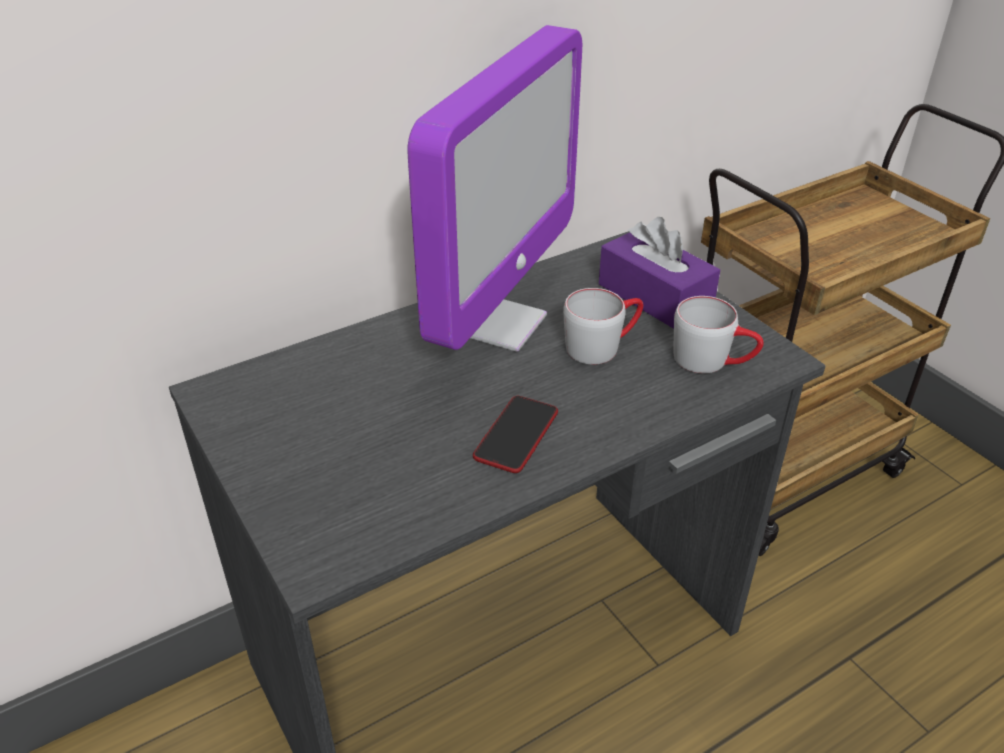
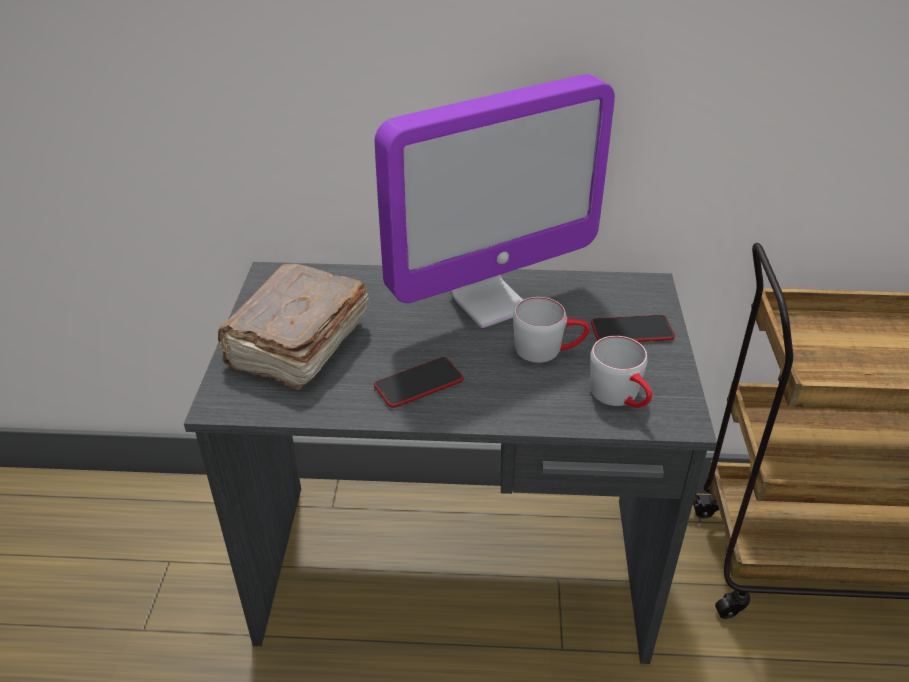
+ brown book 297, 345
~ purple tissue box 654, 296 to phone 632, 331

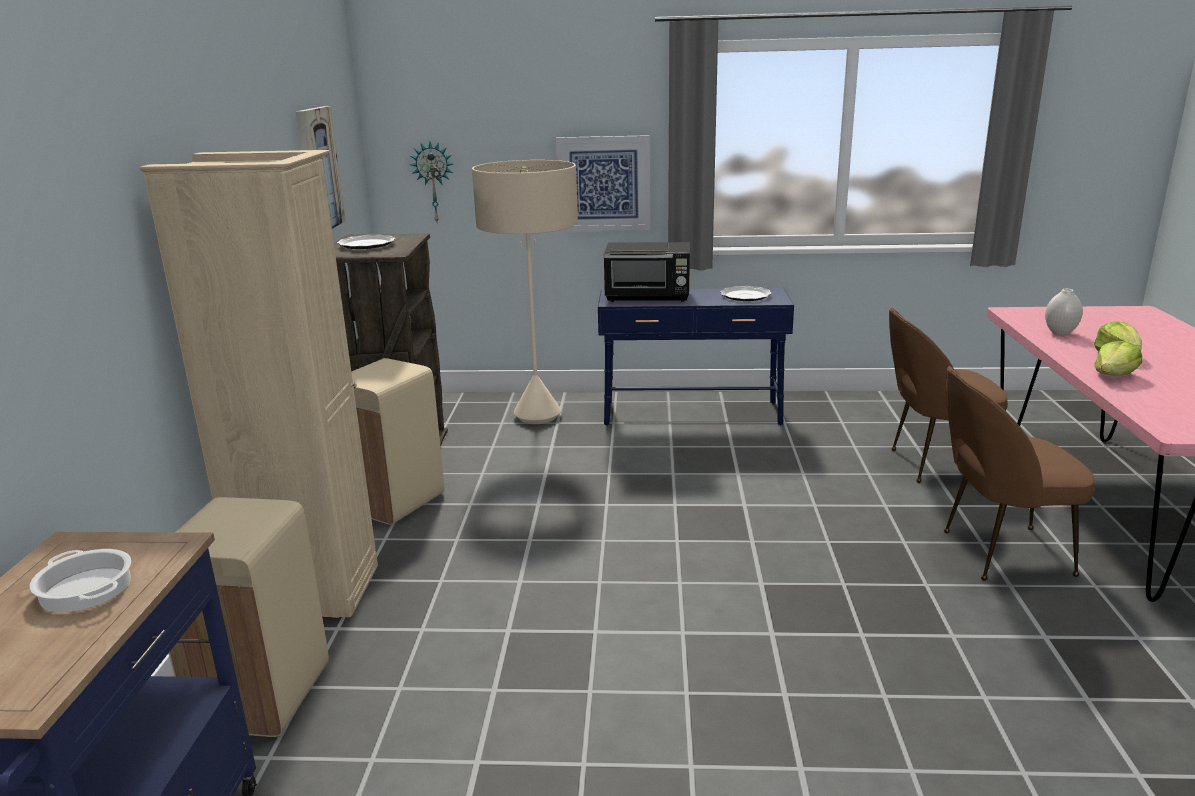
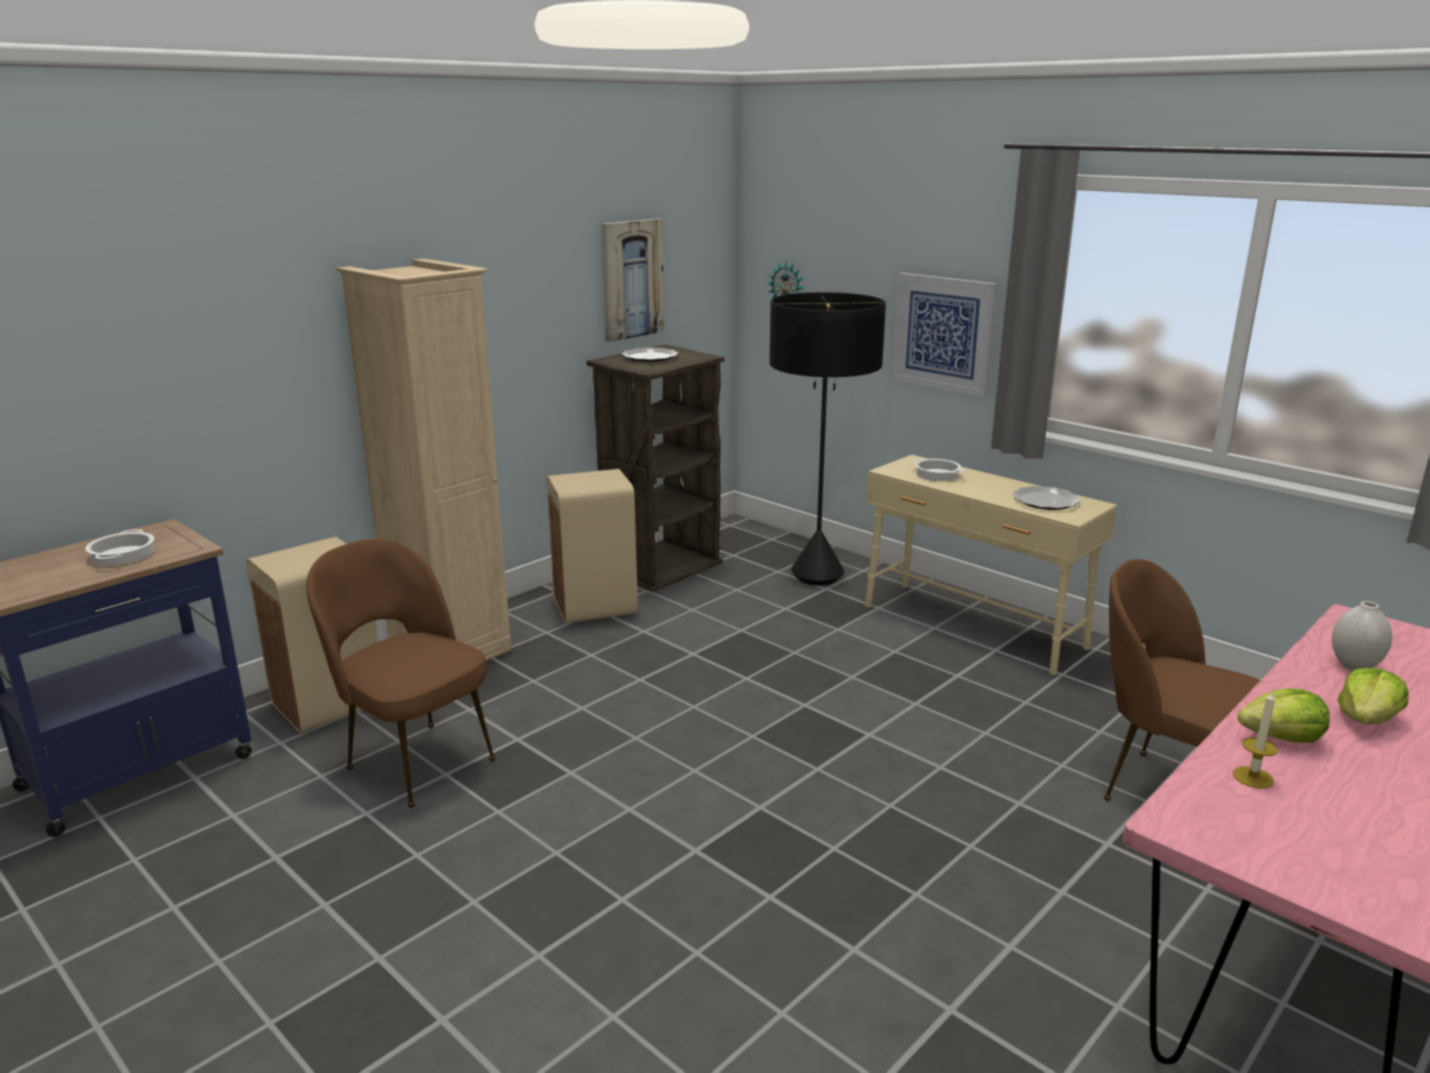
+ candle 1253, 777
~ brown chair 996, 553 to 414, 759
~ black microwave 648, 297 to cooking pot 938, 474
~ beige floor lamp 537, 417 to black floor lamp 817, 577
~ blue console table 692, 414 to beige console table 972, 628

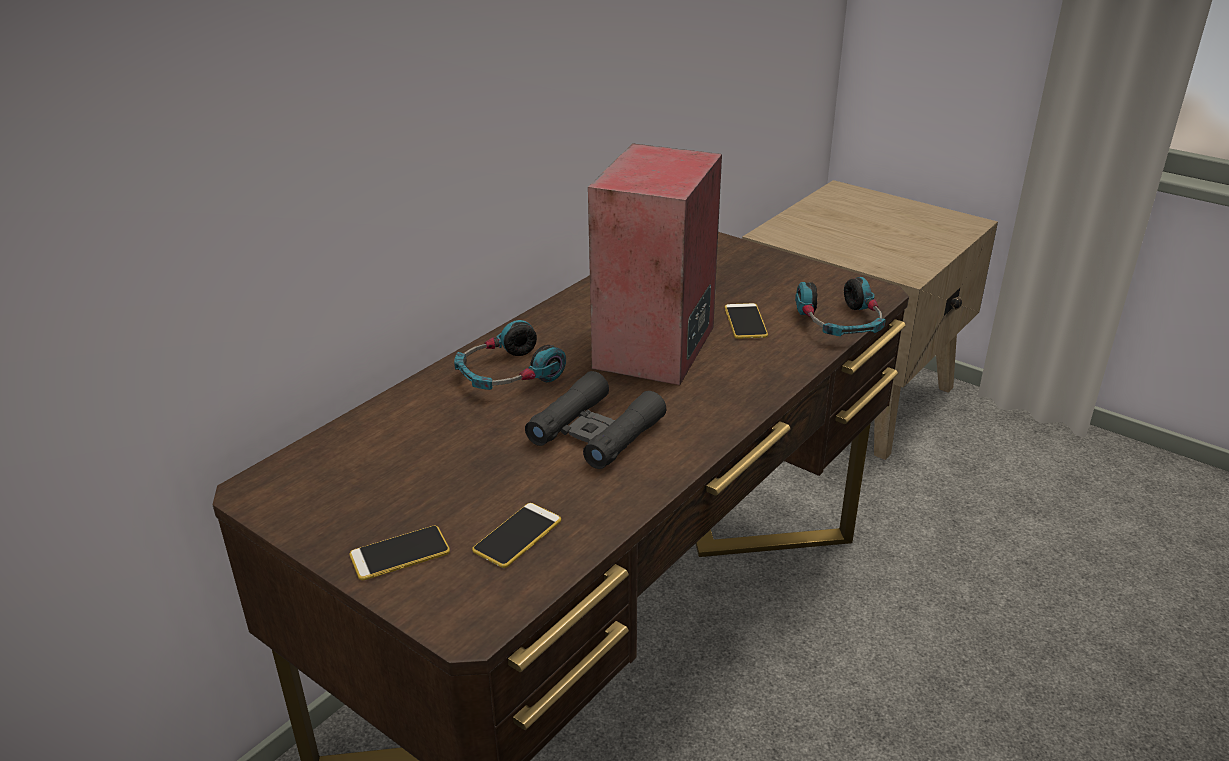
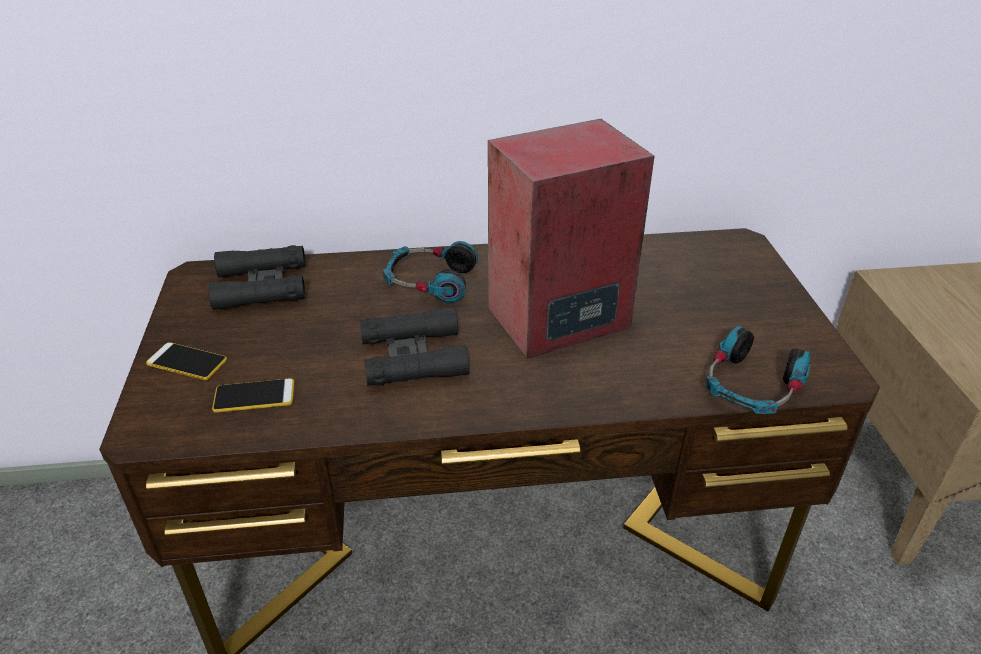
- phone 745, 322
+ black binoculars 261, 286

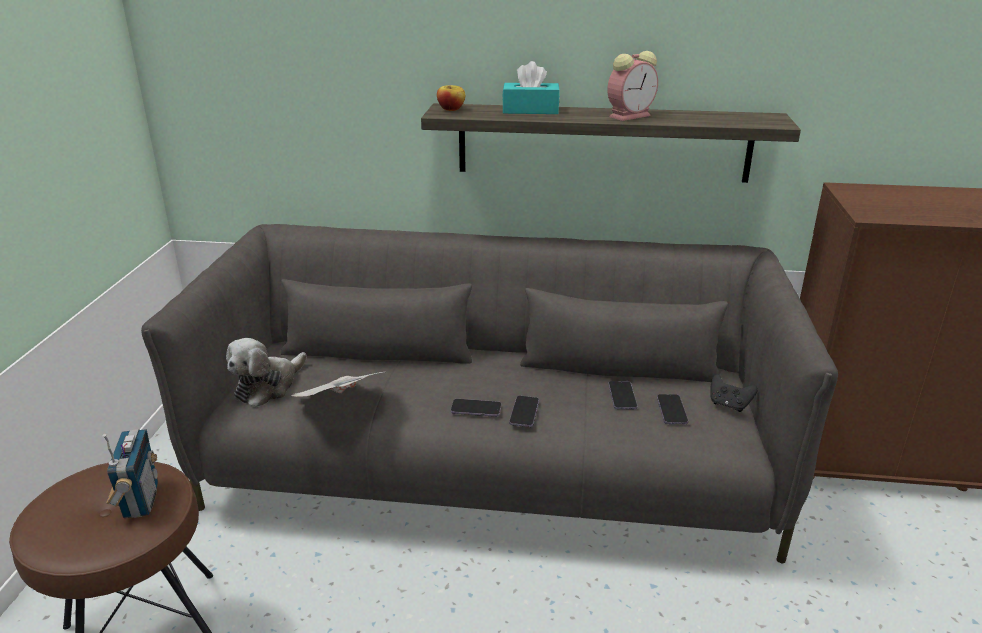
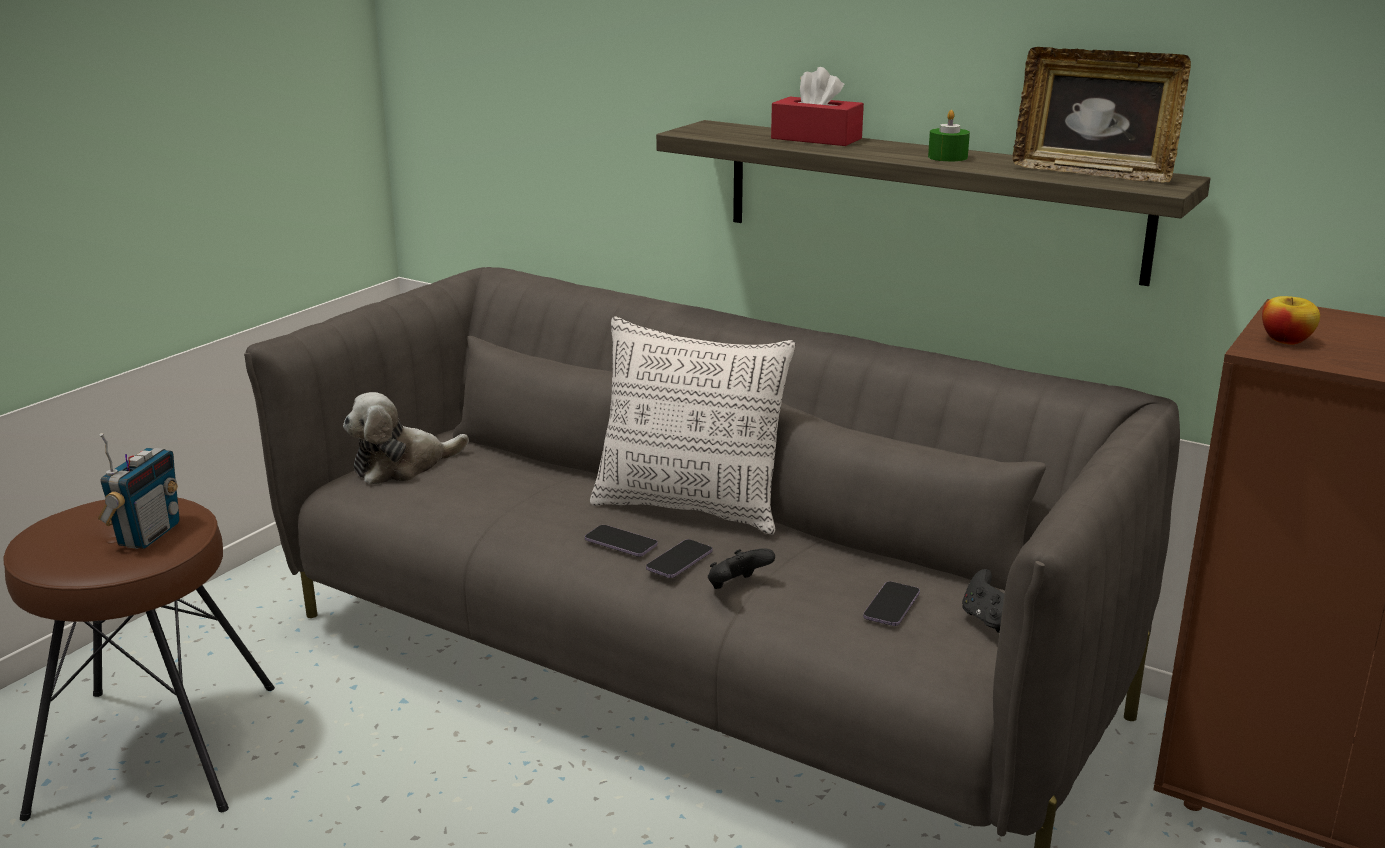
- newspaper 340, 406
- phone 622, 396
+ pillow 690, 508
+ black game controller 737, 587
+ picture frame 1093, 172
~ apple 451, 109 to 1286, 340
~ alarm clock 630, 116 to green candle 947, 157
~ turquoise tissue box 530, 110 to red tissue box 816, 138

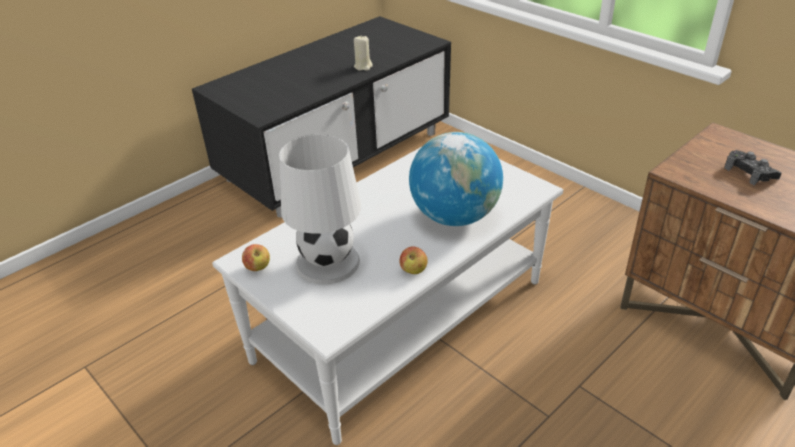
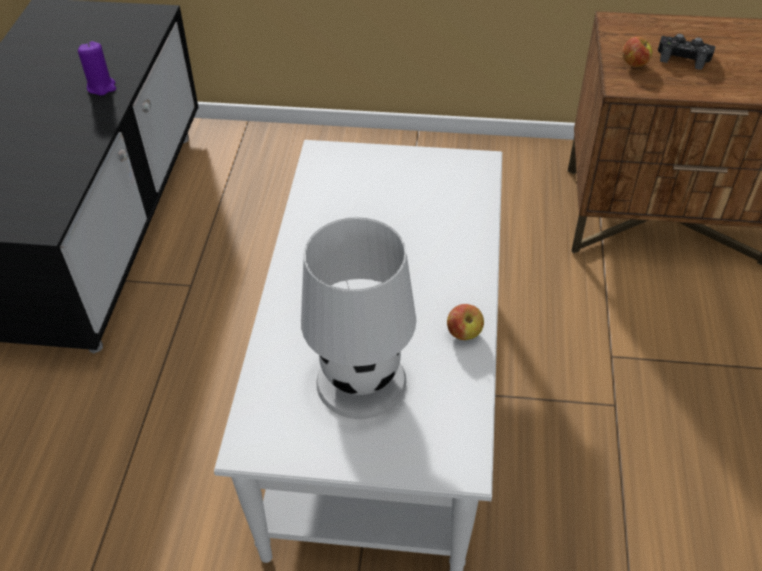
- globe 454, 216
~ apple 258, 267 to 634, 64
~ beige candle 363, 66 to purple candle 101, 87

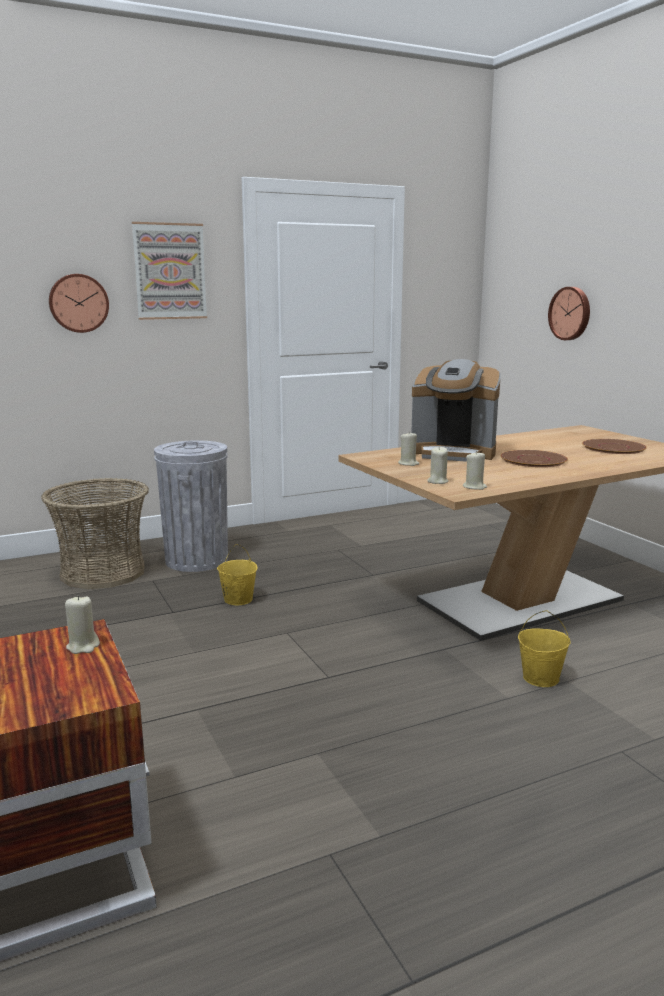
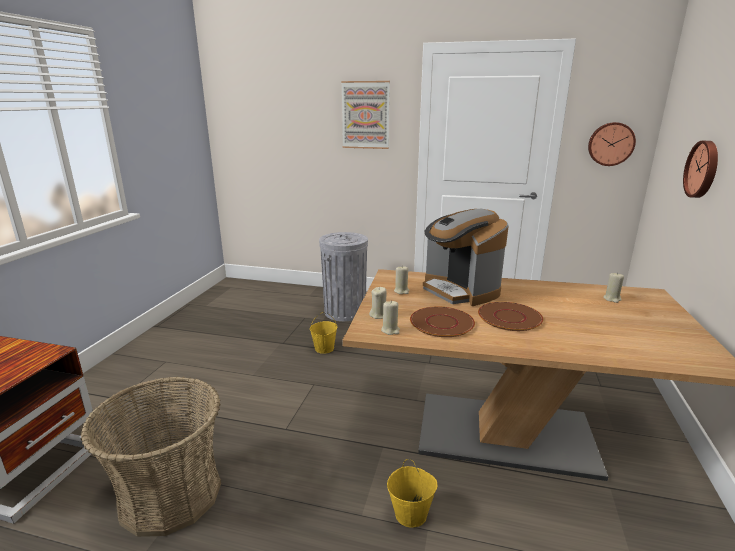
~ basket 103, 572 to 170, 494
~ wall clock 78, 303 to 610, 144
~ beige candle 83, 646 to 612, 299
~ brown plate 613, 448 to 441, 323

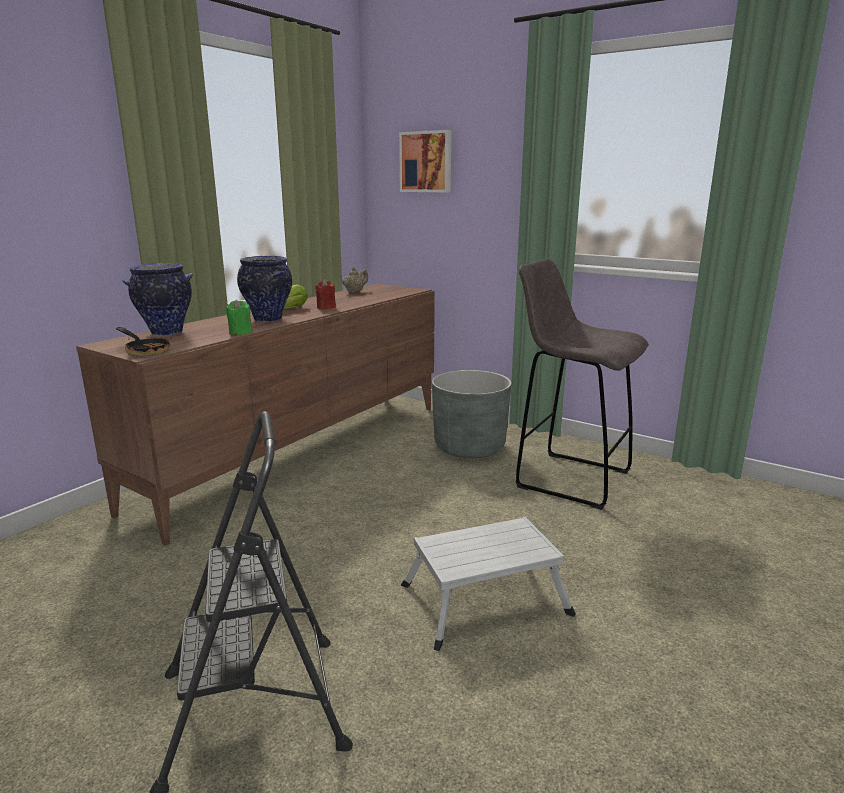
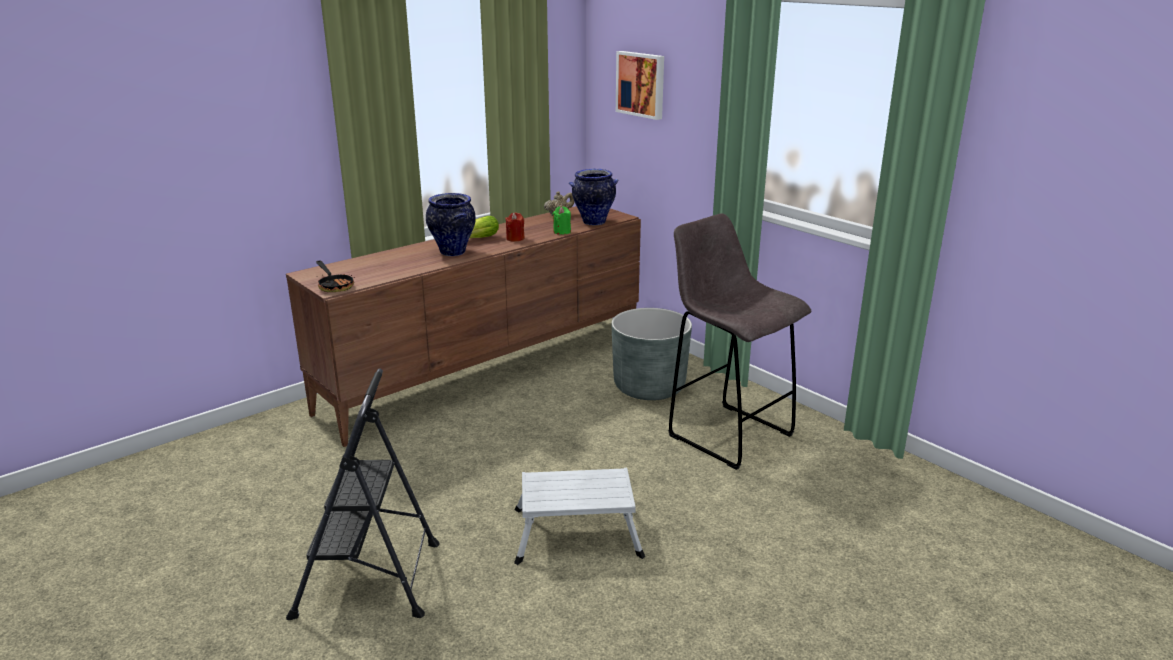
~ vase 166, 333 to 593, 222
~ green candle 240, 333 to 562, 232

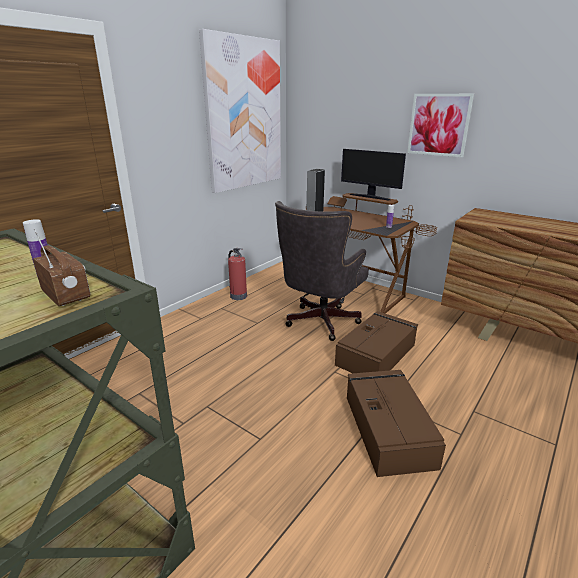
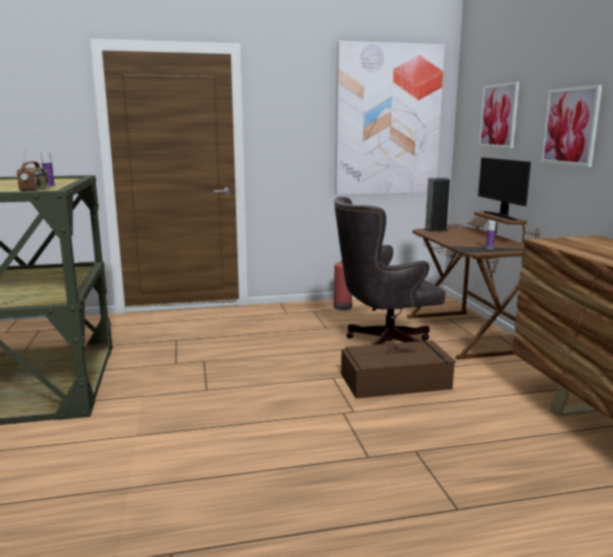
- brown storage box 387, 428
+ picture 499, 116

